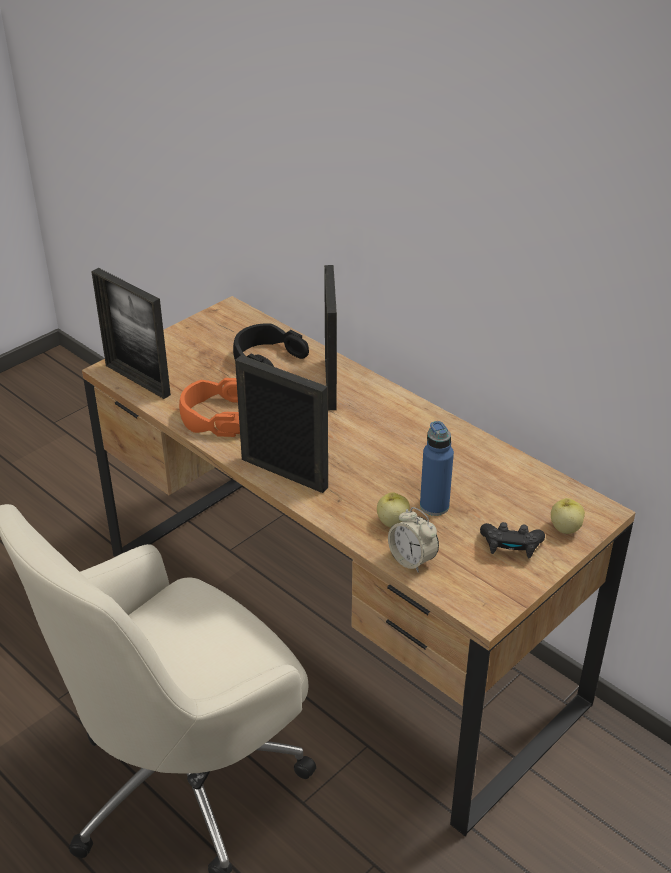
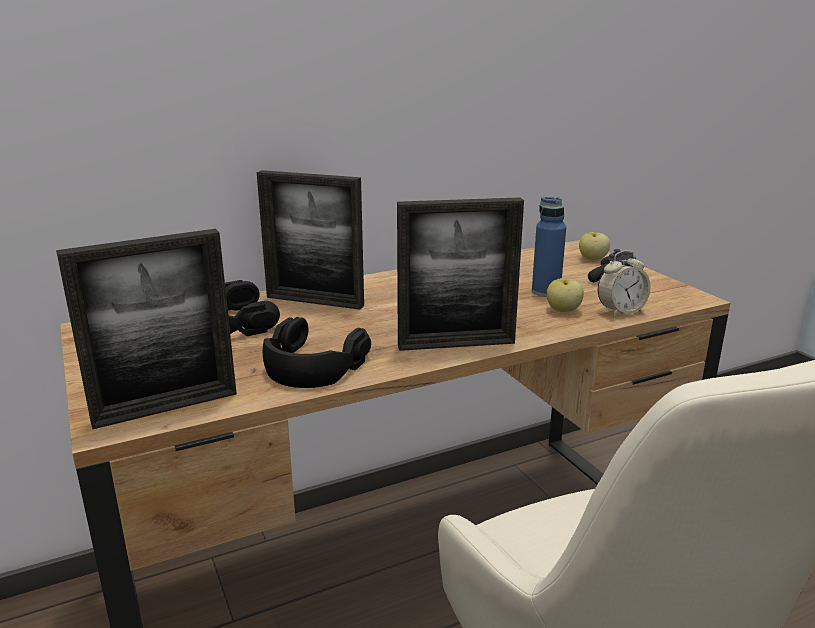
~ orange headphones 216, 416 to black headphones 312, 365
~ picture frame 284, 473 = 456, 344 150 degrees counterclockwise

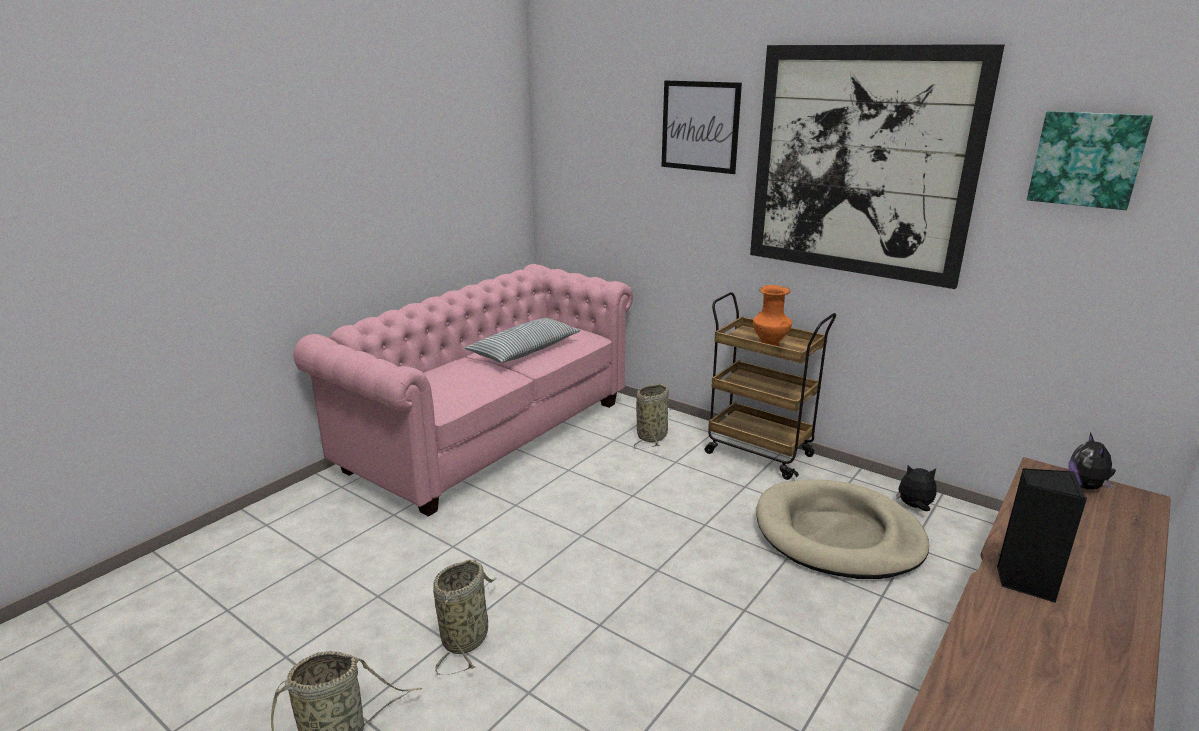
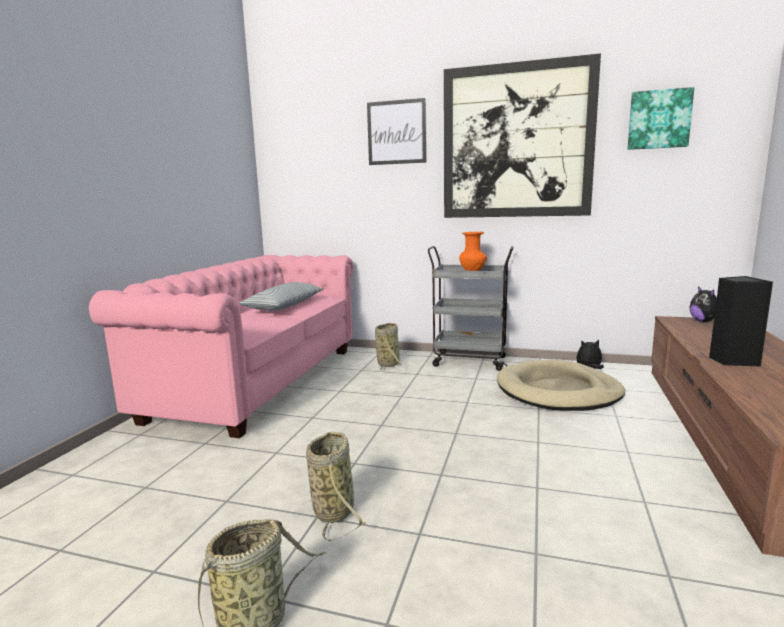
~ brown cart 759, 454 to grey cart 470, 361

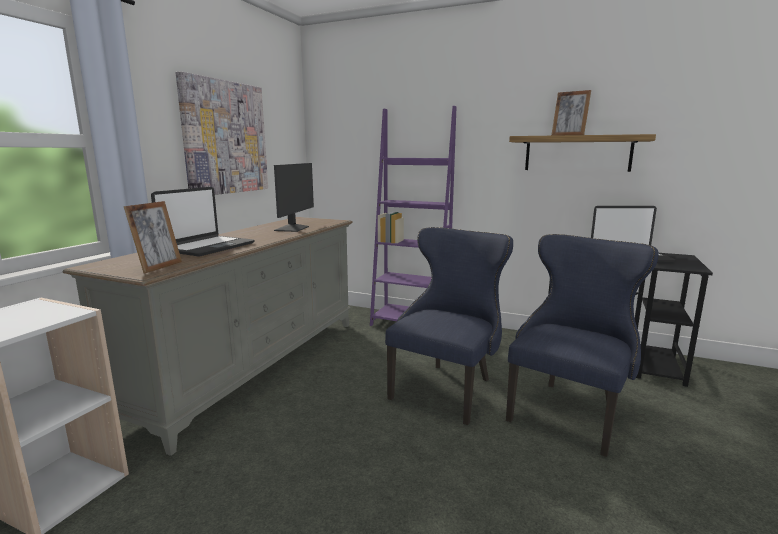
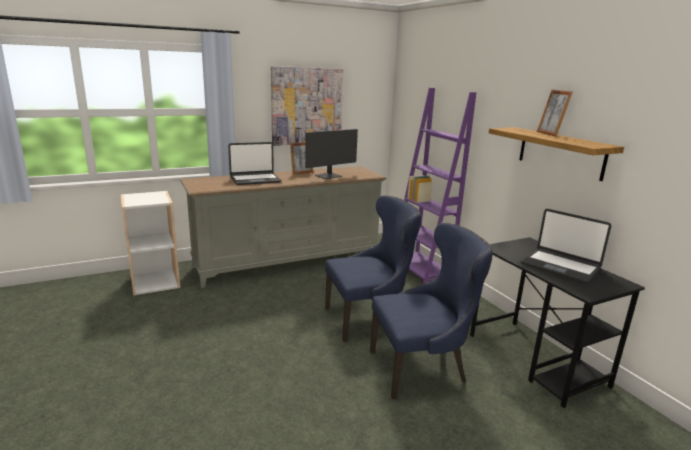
~ picture frame 158, 267 to 301, 172

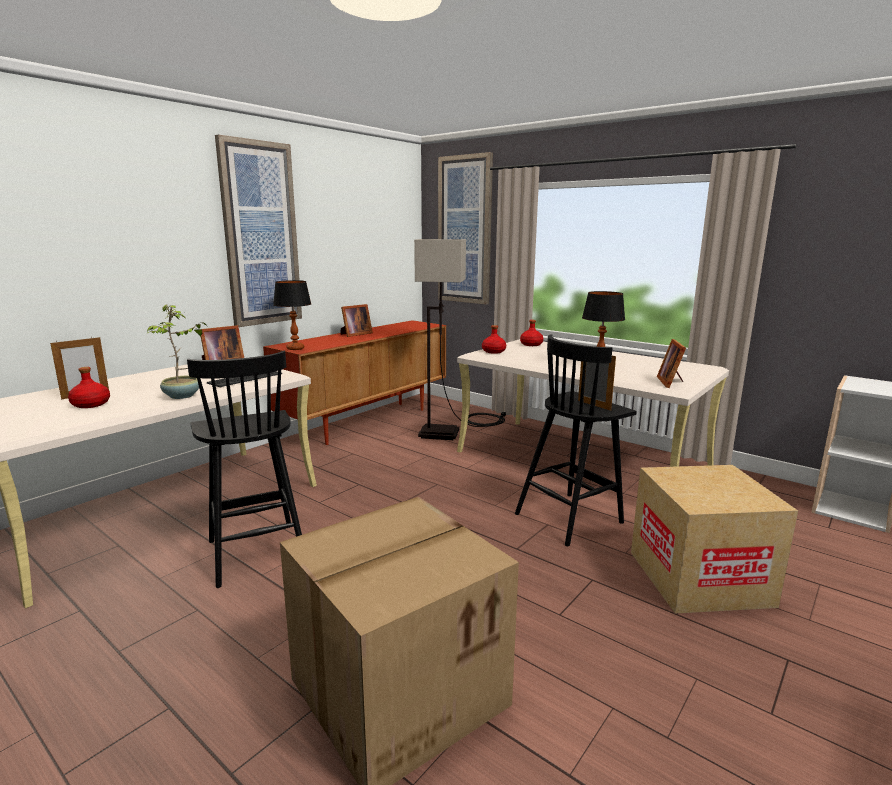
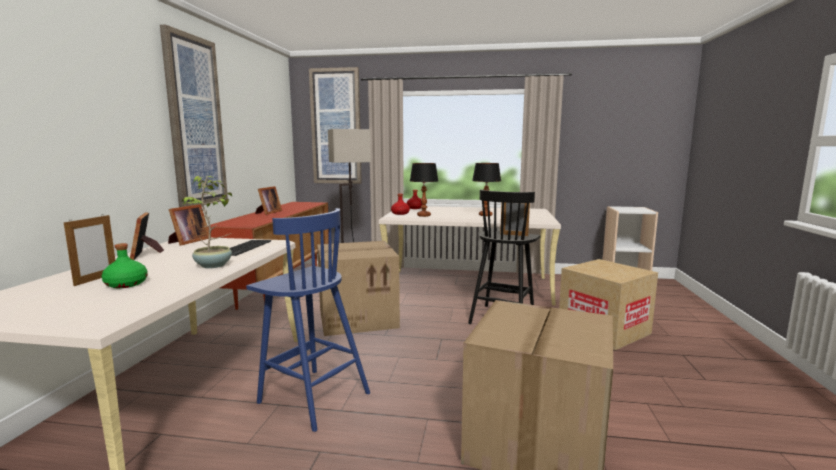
+ cardboard box 358, 317
~ table lamp 295, 348 to 424, 215
~ picture frame 671, 382 to 146, 255
~ red bottle 90, 404 to green bottle 125, 284
~ black stool 256, 550 to blue stool 311, 396

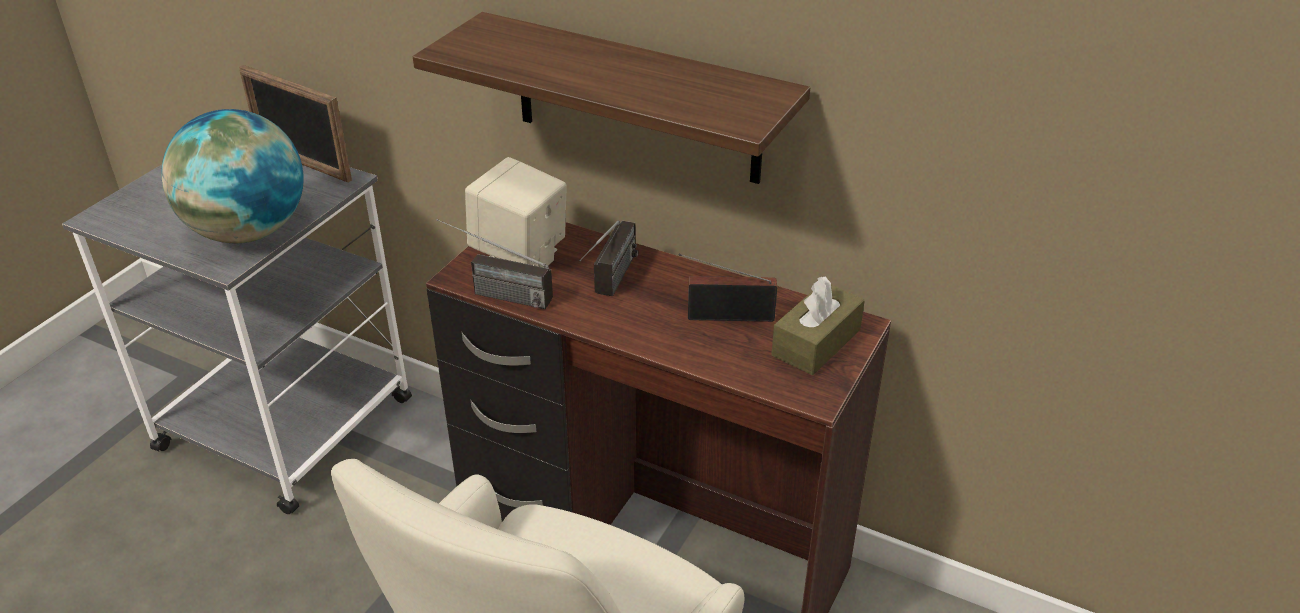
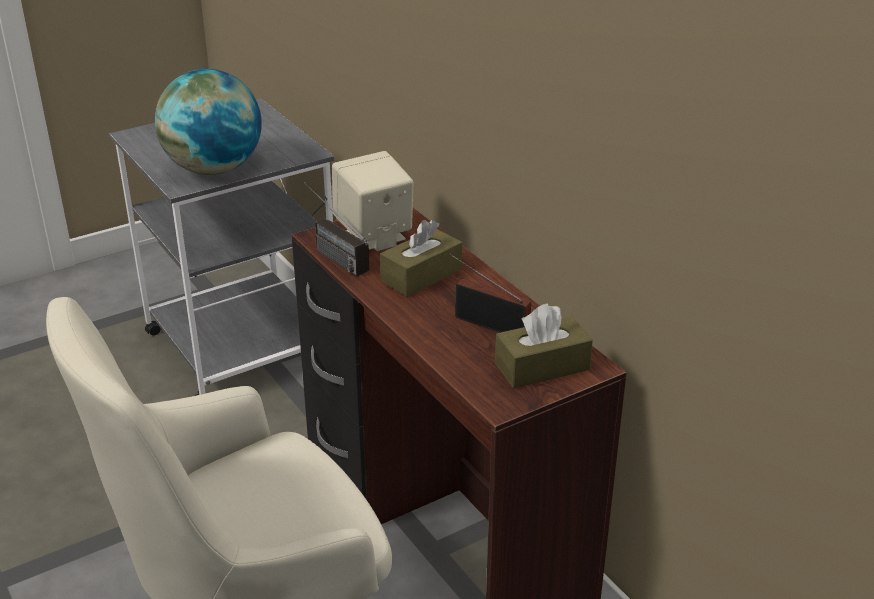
- picture frame 303, 164
- shelf 637, 99
~ radio 611, 285 to brown tissue box 421, 275

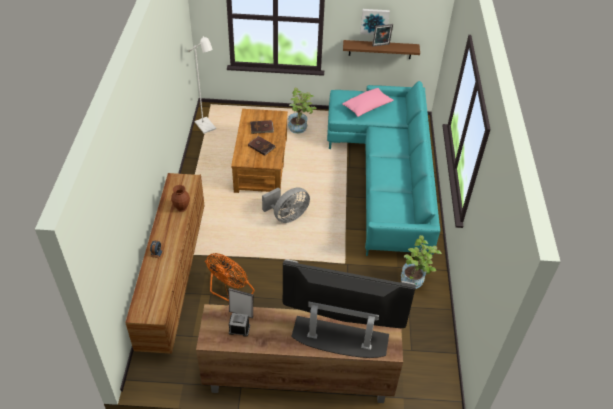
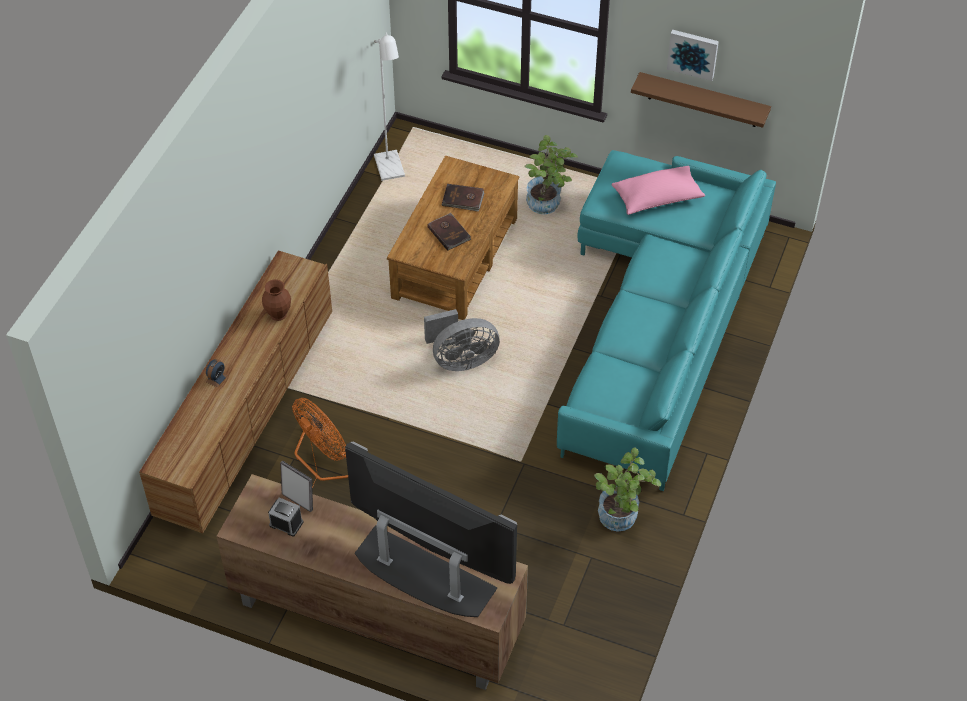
- picture frame 381, 45

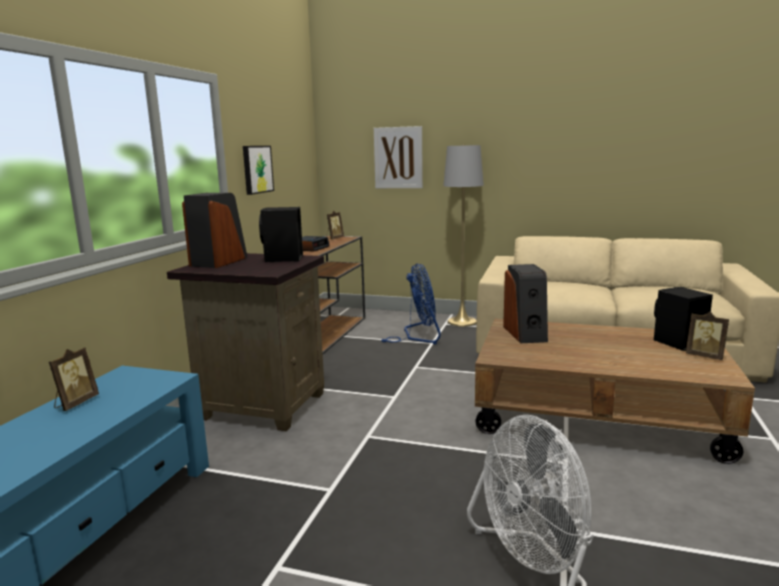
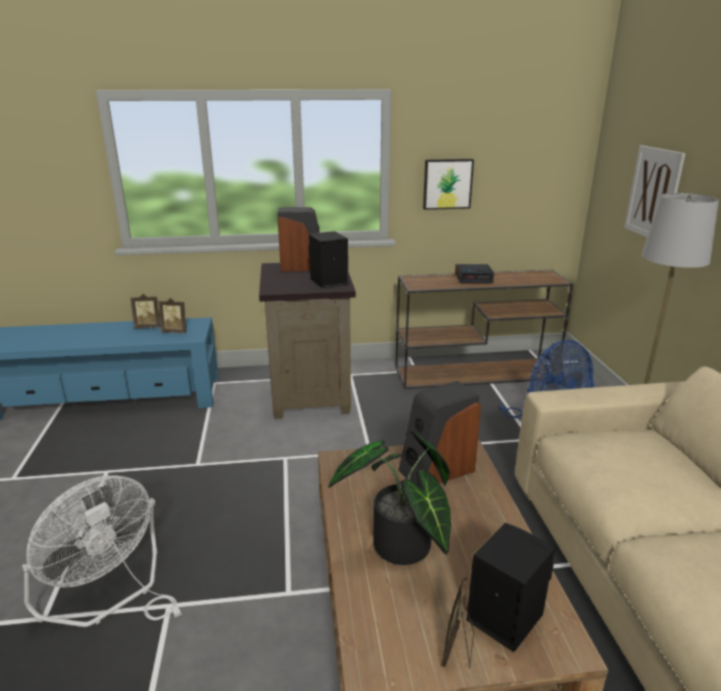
+ potted plant 401, 550
~ picture frame 334, 239 to 175, 331

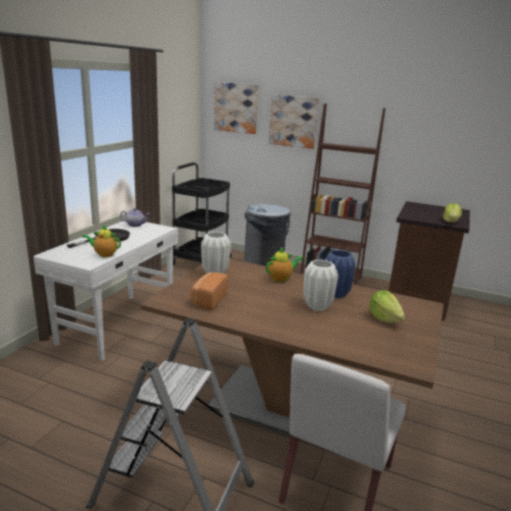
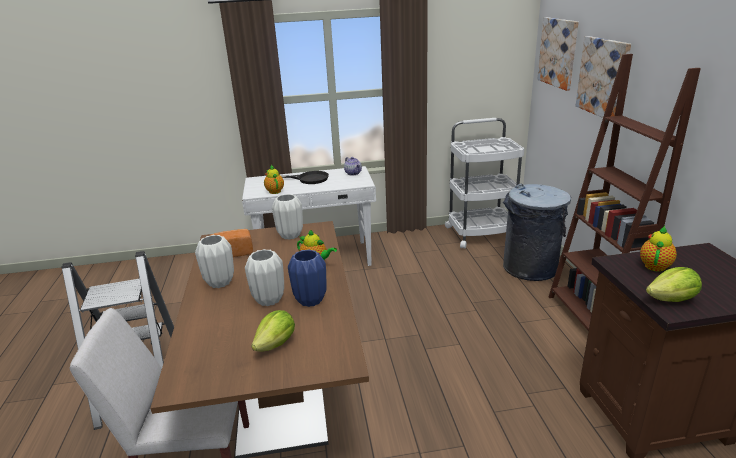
+ white vase 219, 282
+ teapot 655, 265
~ black cart 201, 261 to white cart 481, 234

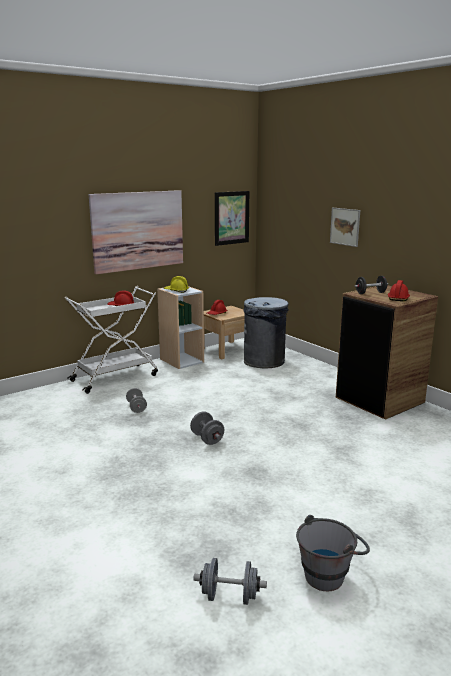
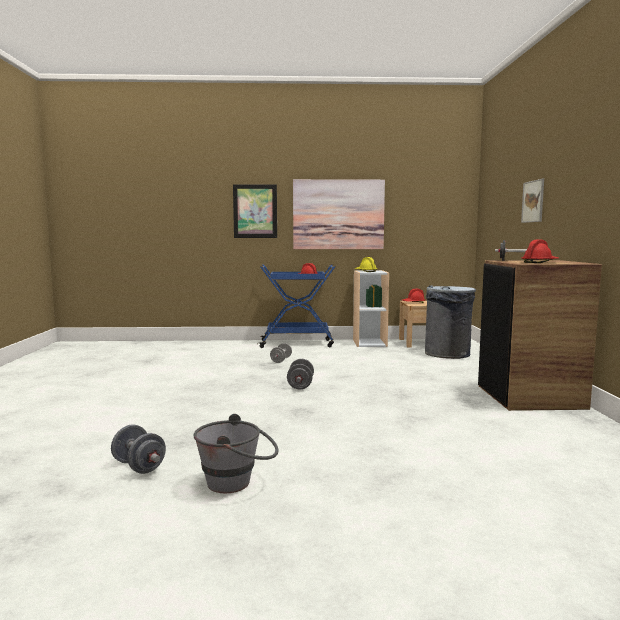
~ picture 231, 218 to 255, 211
~ white cart 115, 378 to blue cart 297, 344

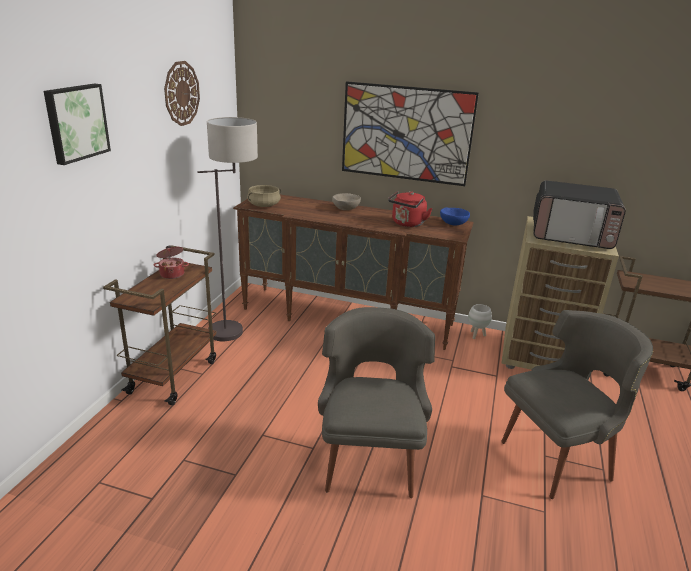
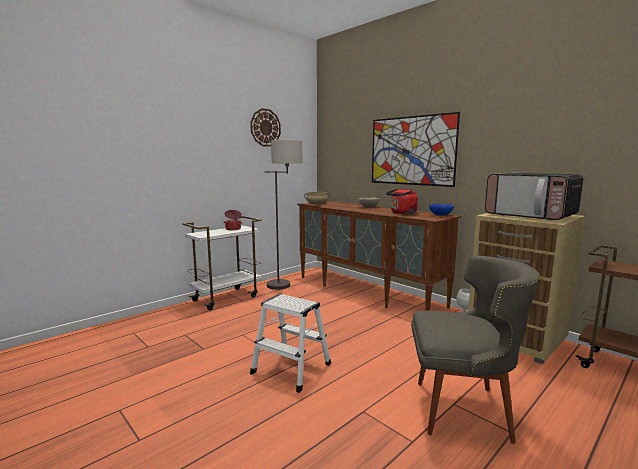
- picture 76, 122
~ grey chair 369, 466 to white step ladder 291, 368
~ brown cart 175, 375 to white cart 227, 298

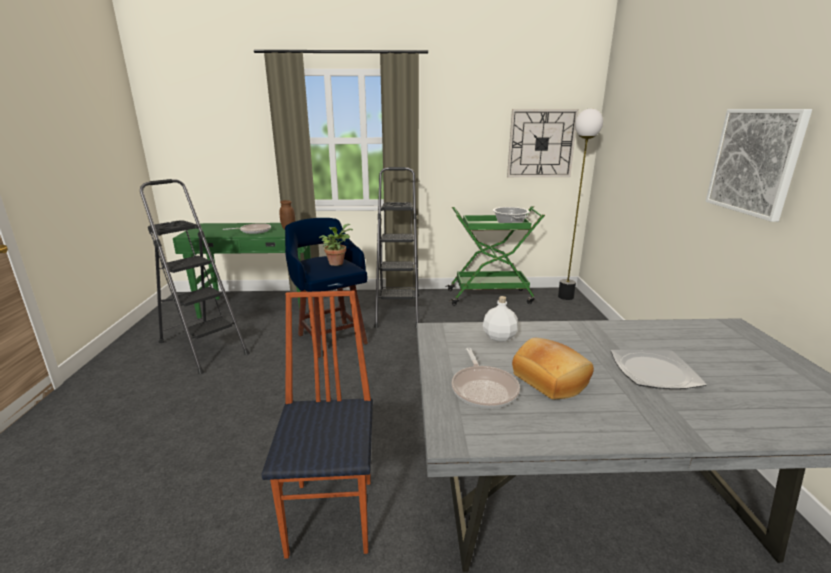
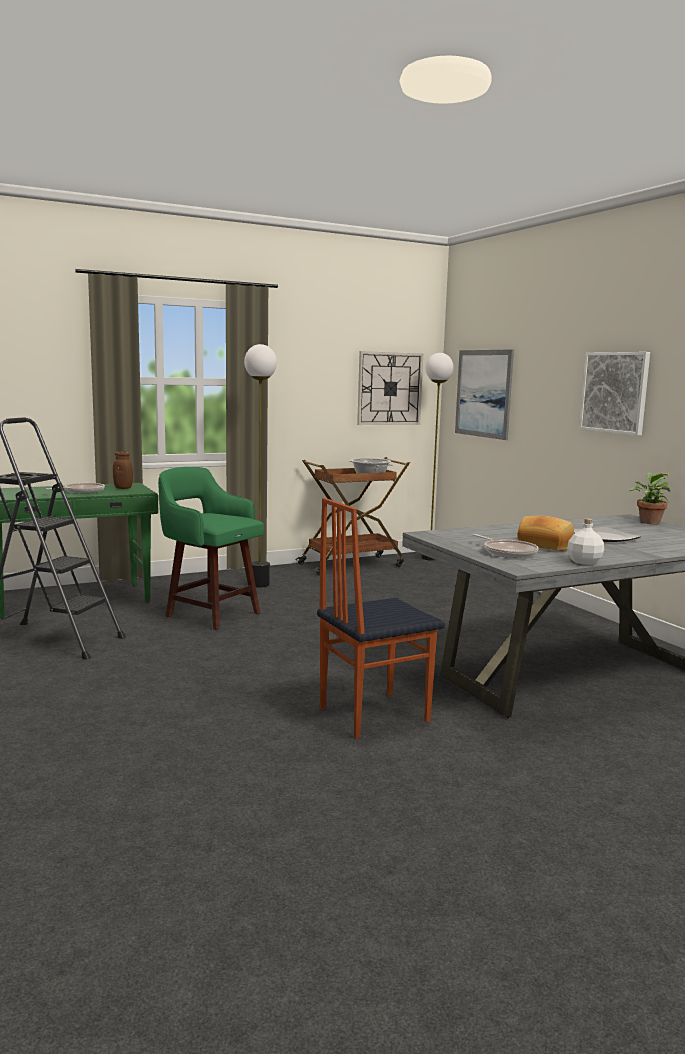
+ picture 483, 393
~ potted plant 337, 262 to 648, 522
~ white bottle 499, 337 to 584, 562
~ step ladder 398, 309 to floor lamp 259, 584
~ blue stool 331, 338 to green stool 210, 614
~ green cart 489, 297 to brown cart 351, 565
~ chair 333, 515 = 372, 714 90 degrees counterclockwise

